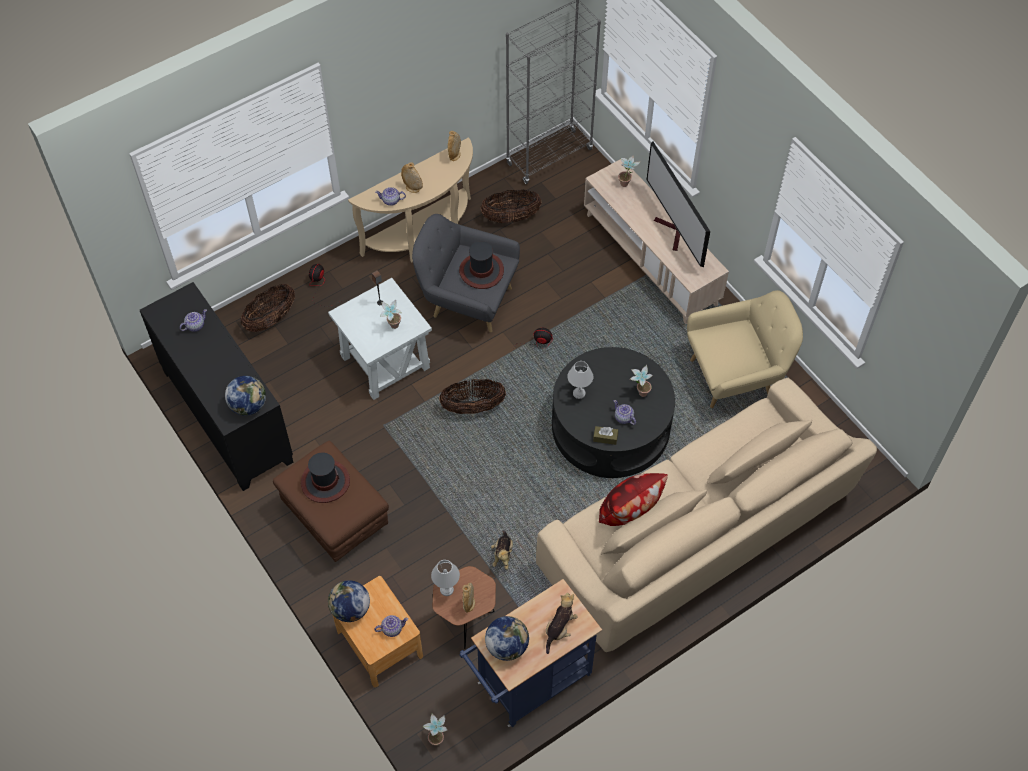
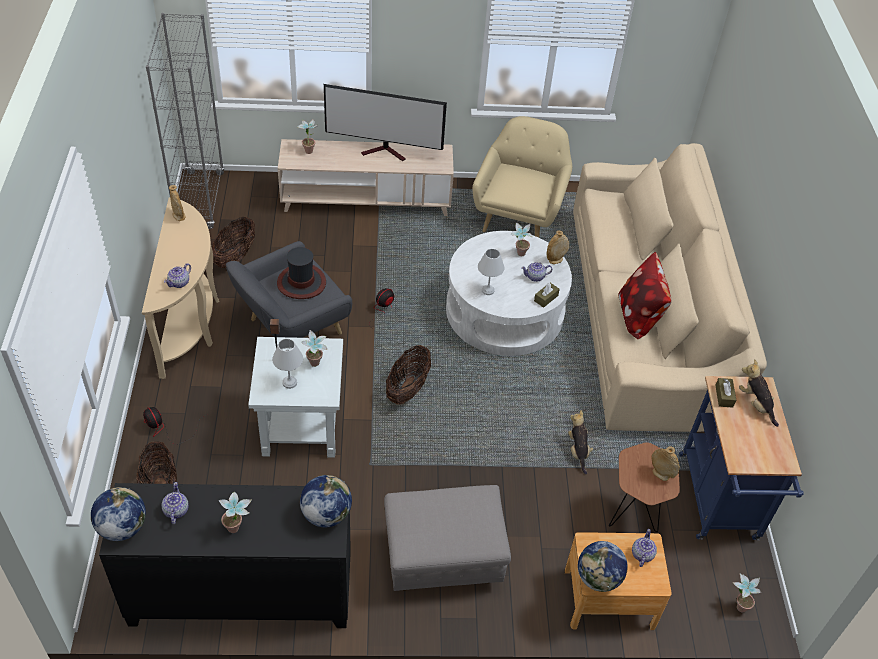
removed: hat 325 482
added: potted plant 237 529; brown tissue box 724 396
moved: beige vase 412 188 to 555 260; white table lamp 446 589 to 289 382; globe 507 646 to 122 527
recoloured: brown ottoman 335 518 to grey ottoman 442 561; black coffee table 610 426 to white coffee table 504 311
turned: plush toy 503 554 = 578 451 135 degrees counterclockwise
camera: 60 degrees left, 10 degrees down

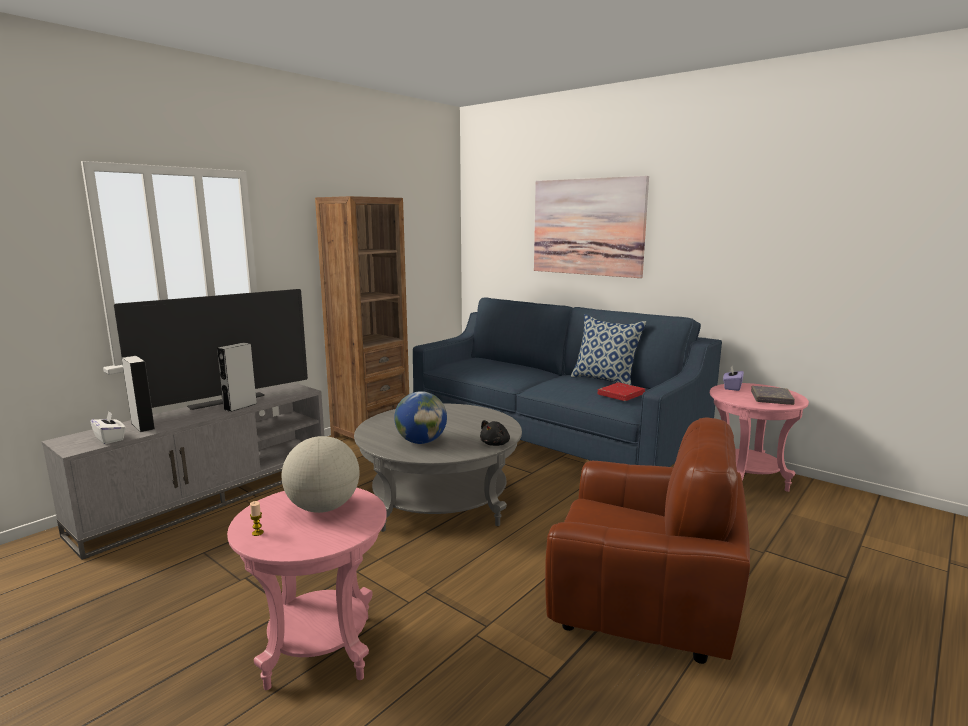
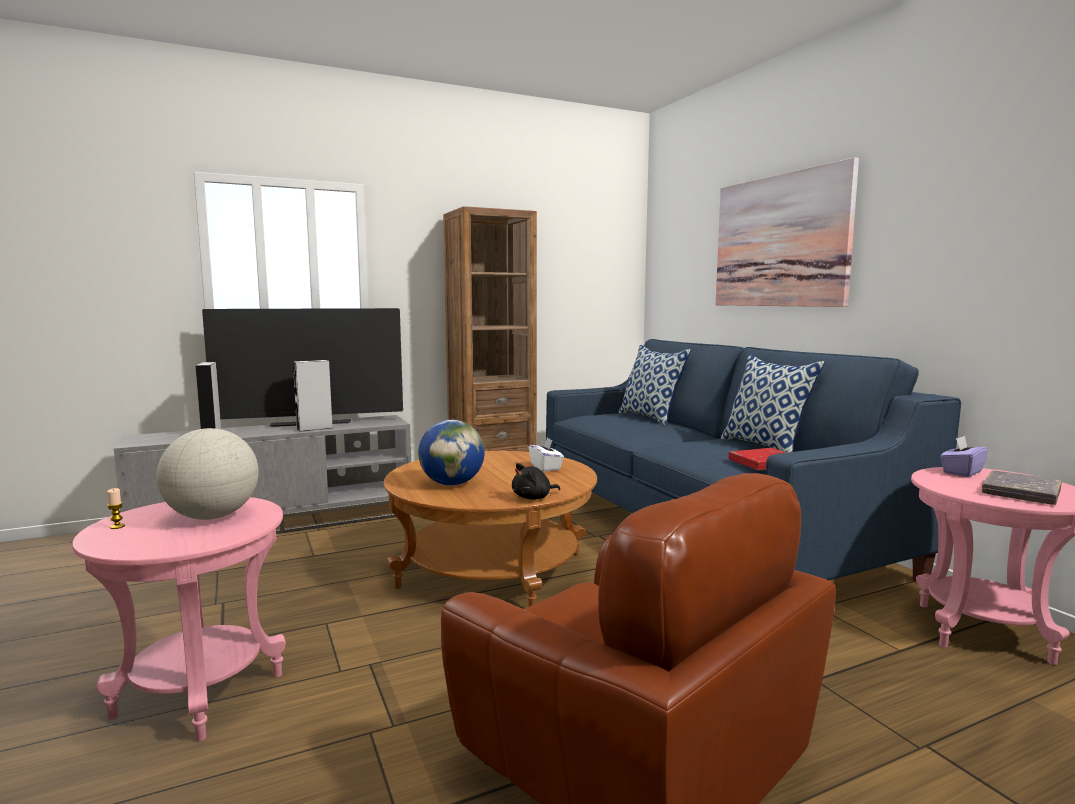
added: pillow 651 418
moved: white tissue box 110 438 to 546 467
recoloured: grey coffee table 440 501 to brown coffee table 493 570
camera: 25 degrees right, 5 degrees down

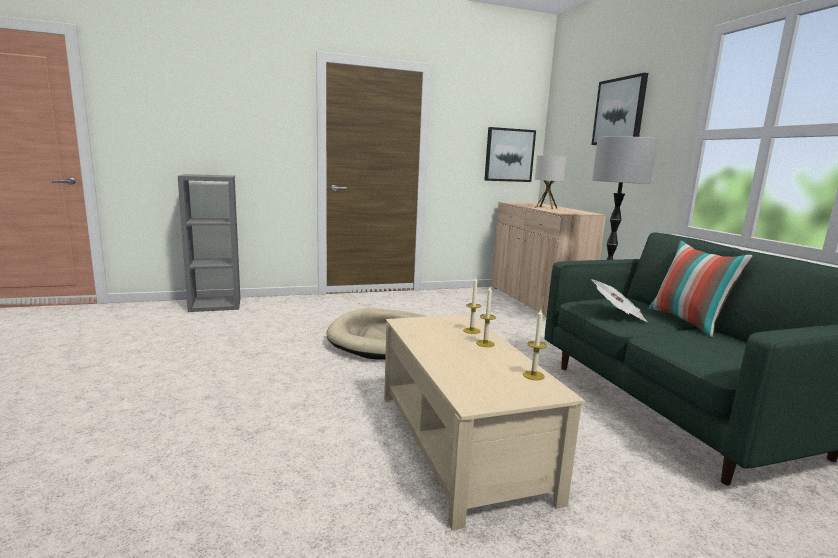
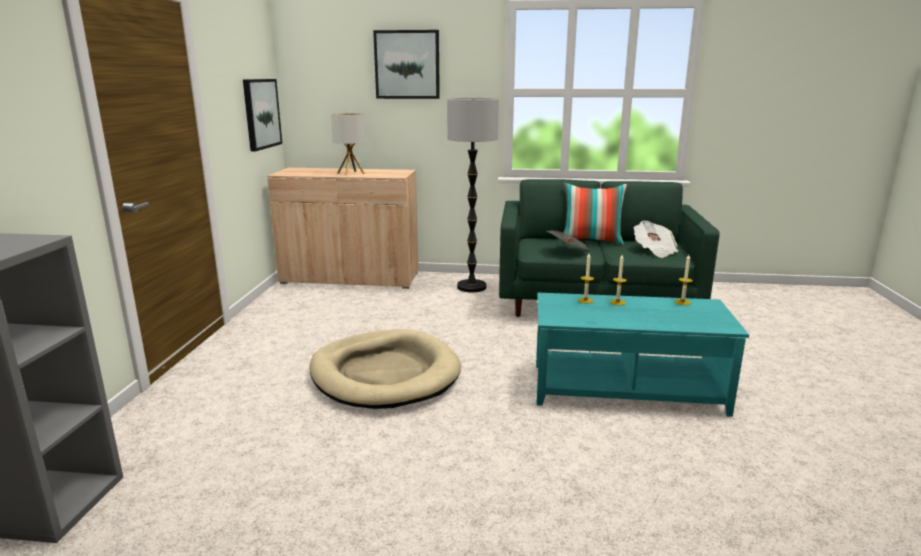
added: newspaper 654 251
recoloured: beige coffee table 462 443 to turquoise coffee table 626 387
camera: 65 degrees left, 5 degrees up

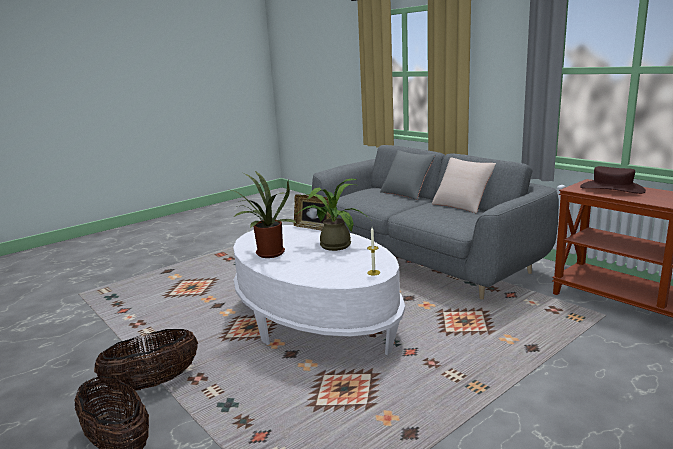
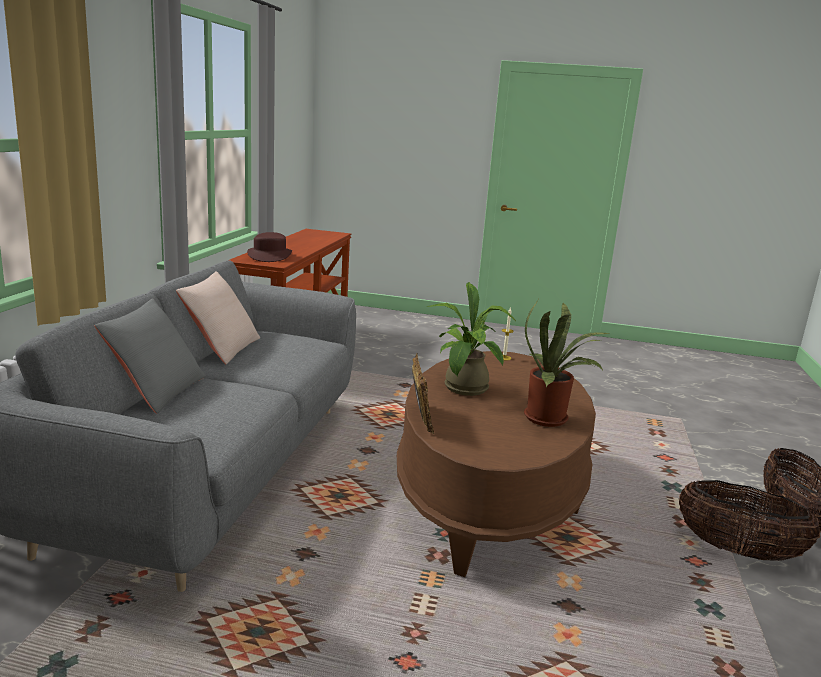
recoloured: white coffee table 315 321 to brown coffee table 489 496
camera: 130 degrees left, 0 degrees up

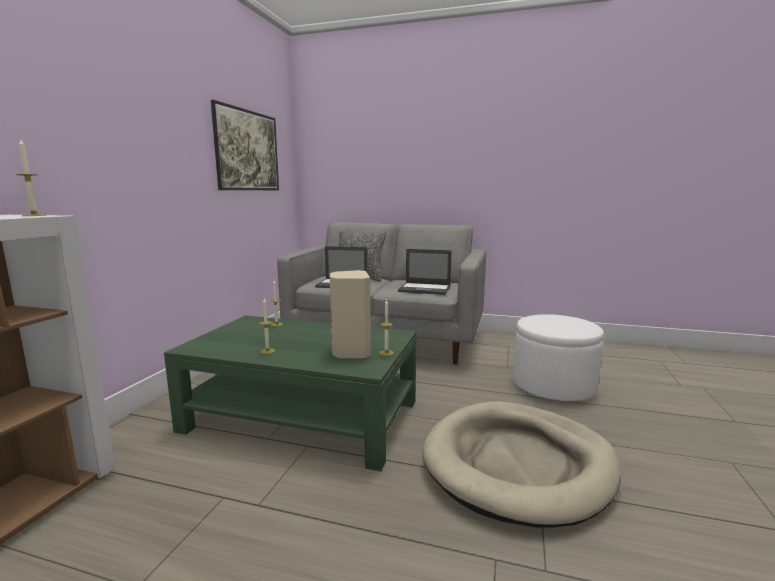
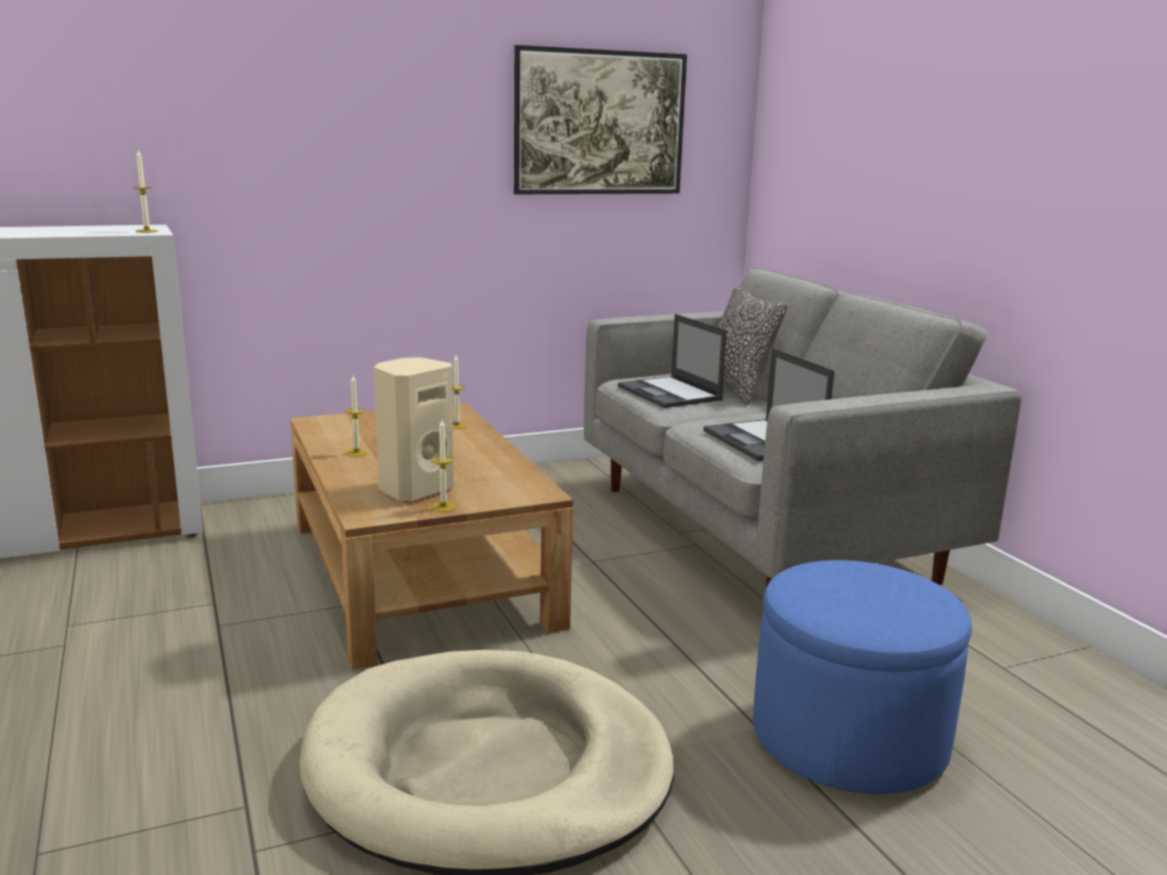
recoloured: green coffee table 303 416 to brown coffee table 420 573; white ottoman 553 385 to blue ottoman 848 739
camera: 50 degrees right, 5 degrees up

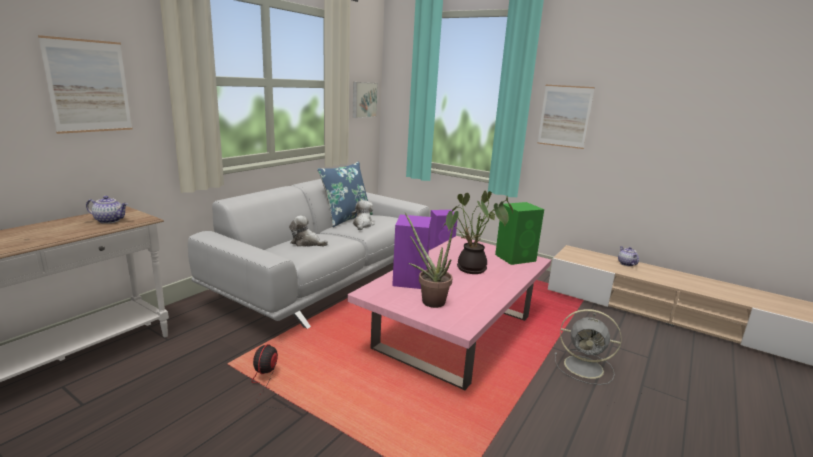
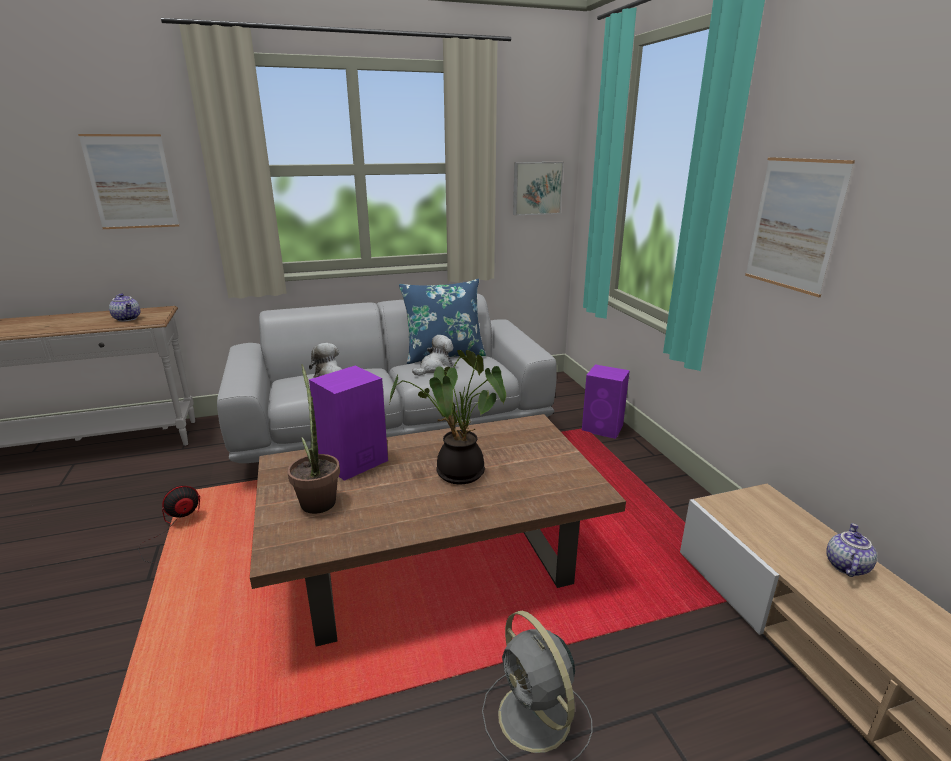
removed: green speaker 516 258
recoloured: pink coffee table 455 331 to brown coffee table 435 557
camera: 40 degrees right, 5 degrees up

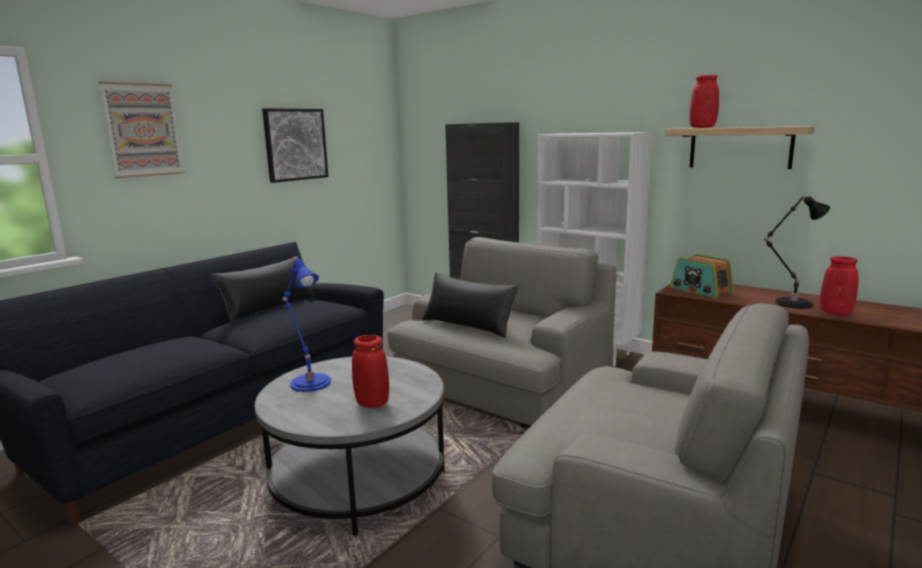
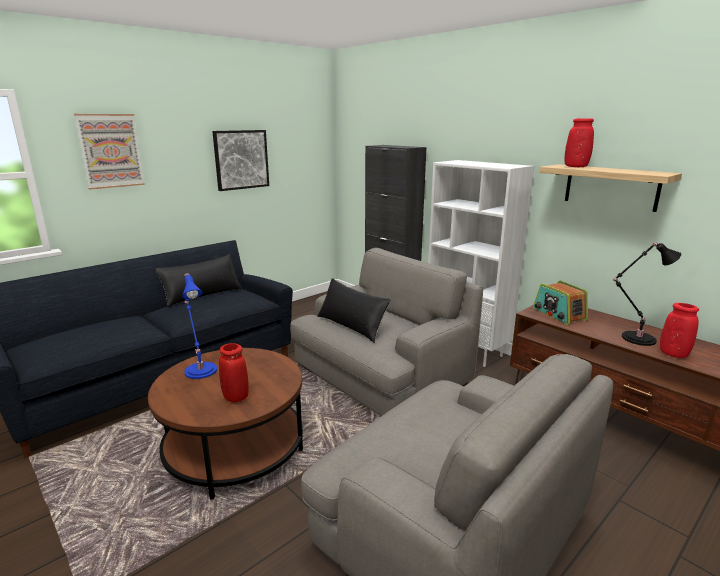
recoloured: grey coffee table 358 479 to brown coffee table 235 448
camera: 10 degrees right, 5 degrees up

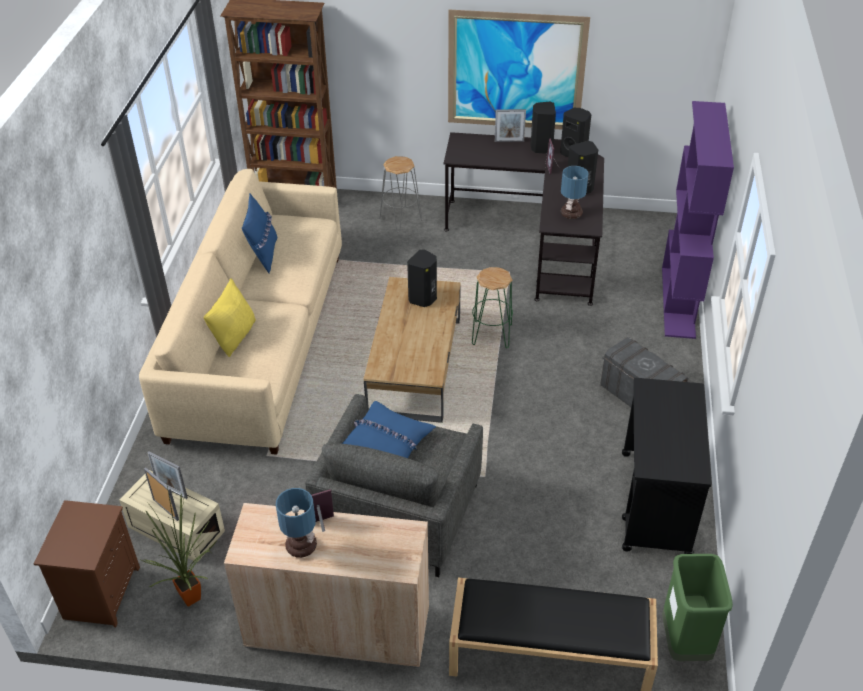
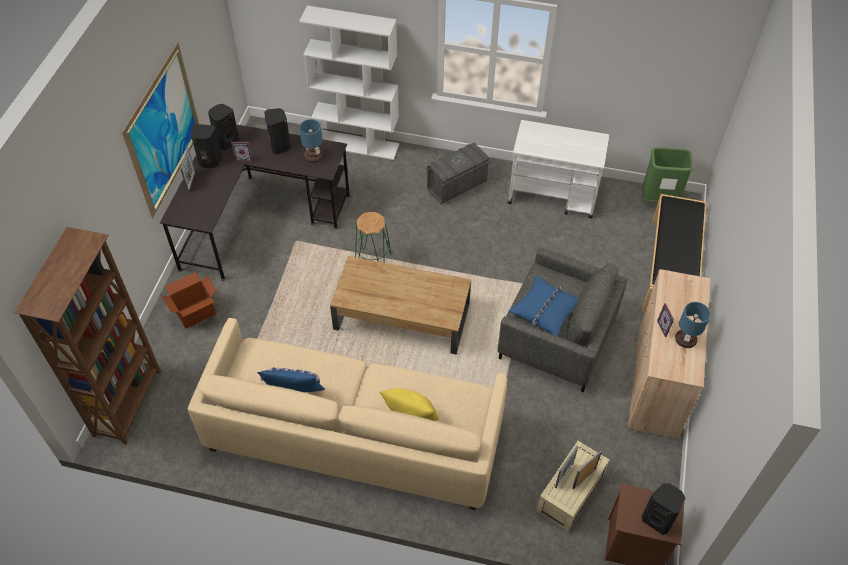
removed: potted plant 194 597
moved: black speaker 423 299 to 658 519
replaced: grey stool 401 219 to cardboard box 195 312
recoloured: black cart 655 504 to white cart 553 196; purple bookcase 678 302 to white bookcase 357 144
camera: 85 degrees left, 10 degrees up

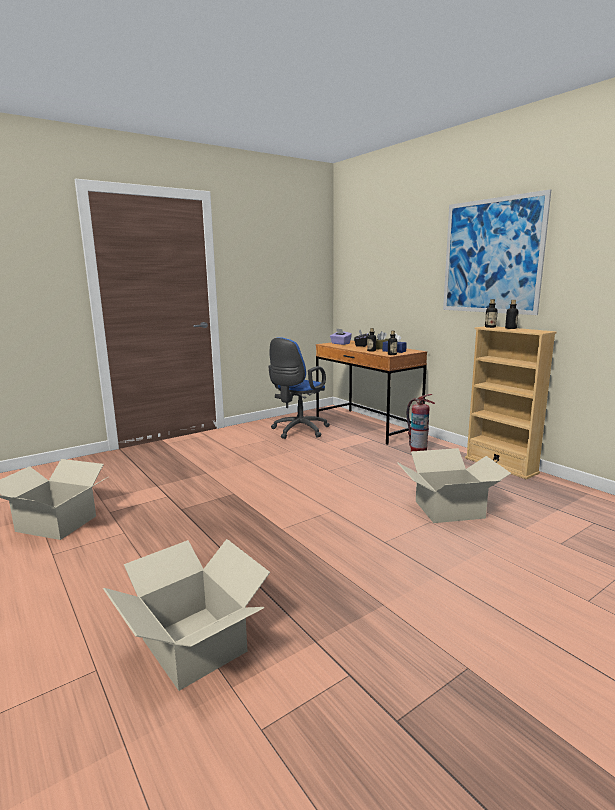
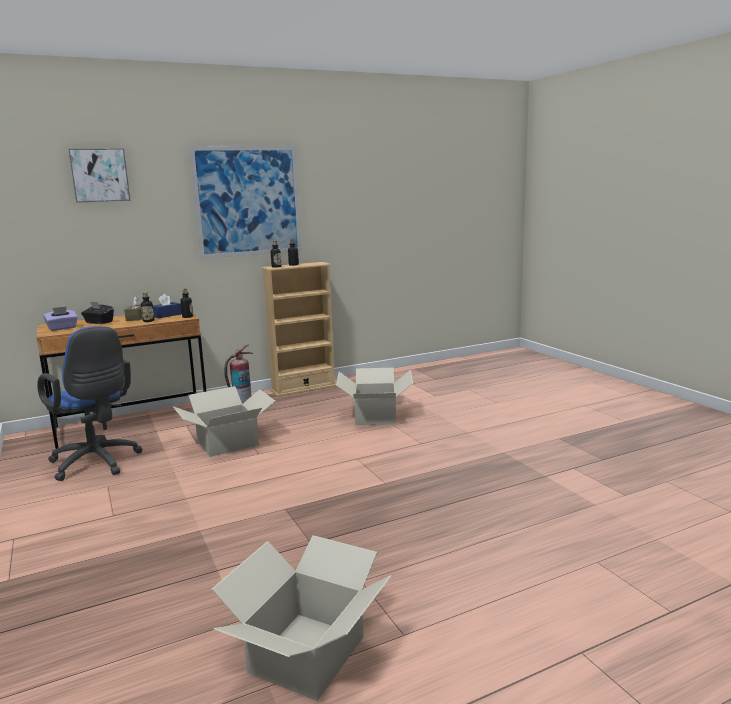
added: picture 100 175
moved: cardboard box 193 646 to 228 443
camera: 80 degrees left, 0 degrees up

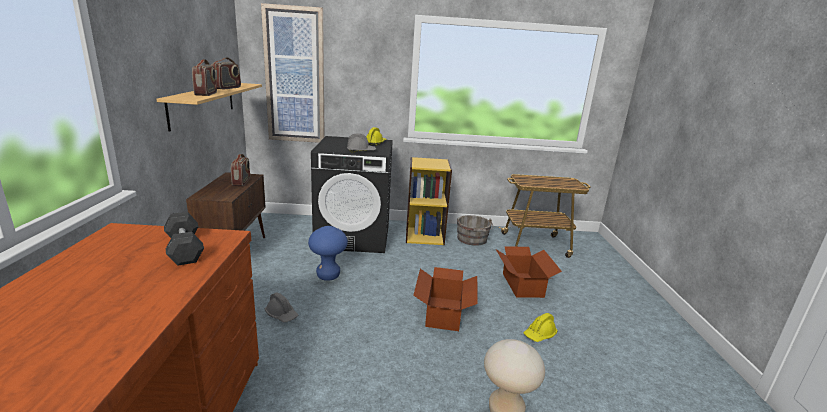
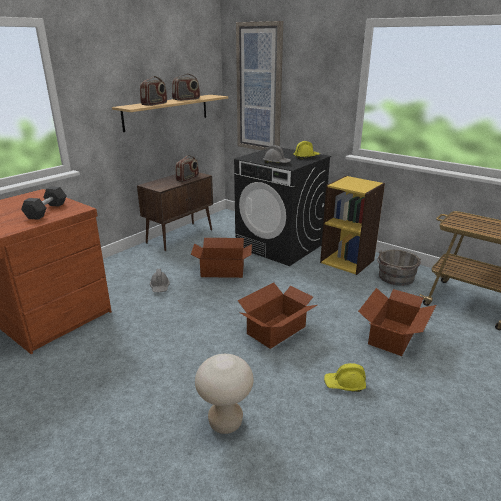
replaced: blue stool 328 276 to cardboard box 222 270
camera: 40 degrees right, 5 degrees up

